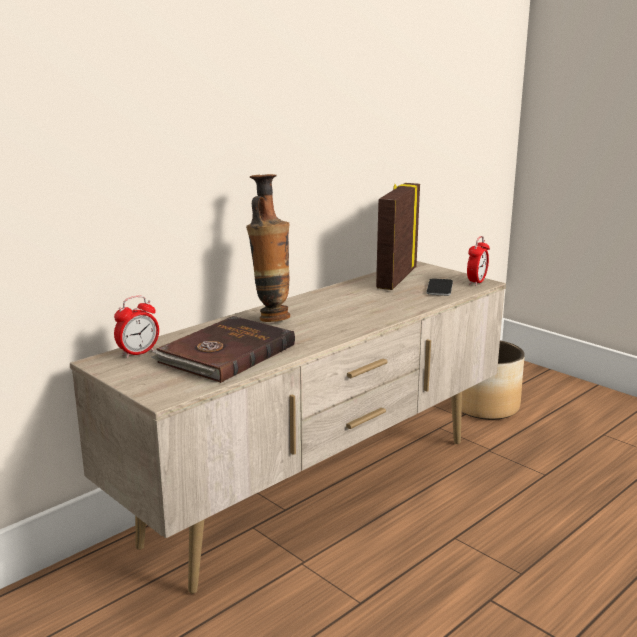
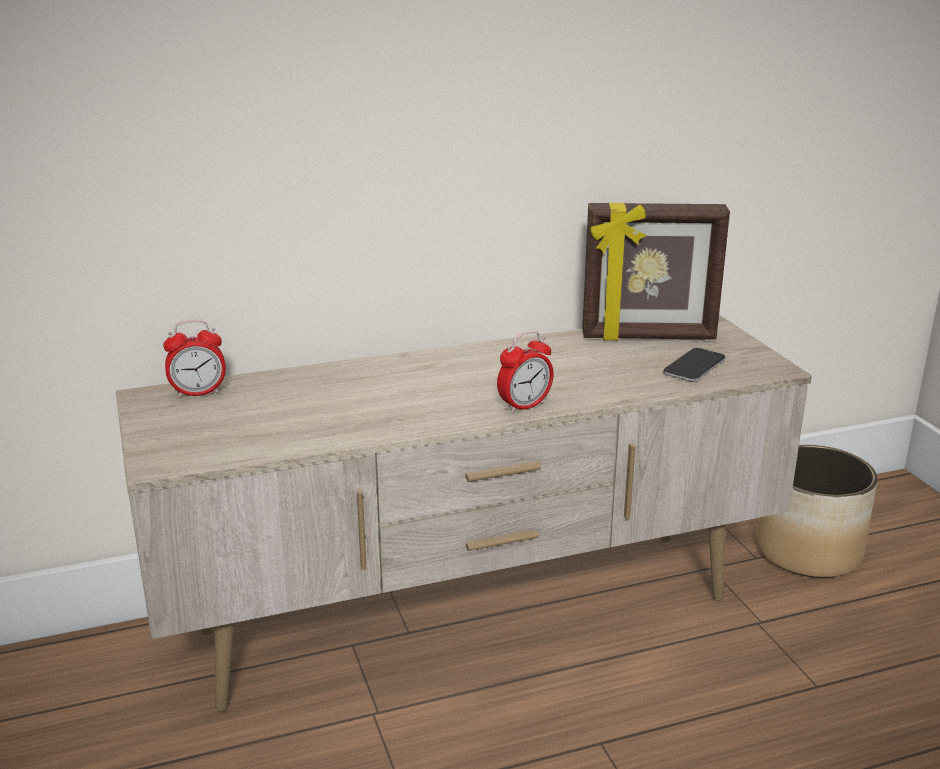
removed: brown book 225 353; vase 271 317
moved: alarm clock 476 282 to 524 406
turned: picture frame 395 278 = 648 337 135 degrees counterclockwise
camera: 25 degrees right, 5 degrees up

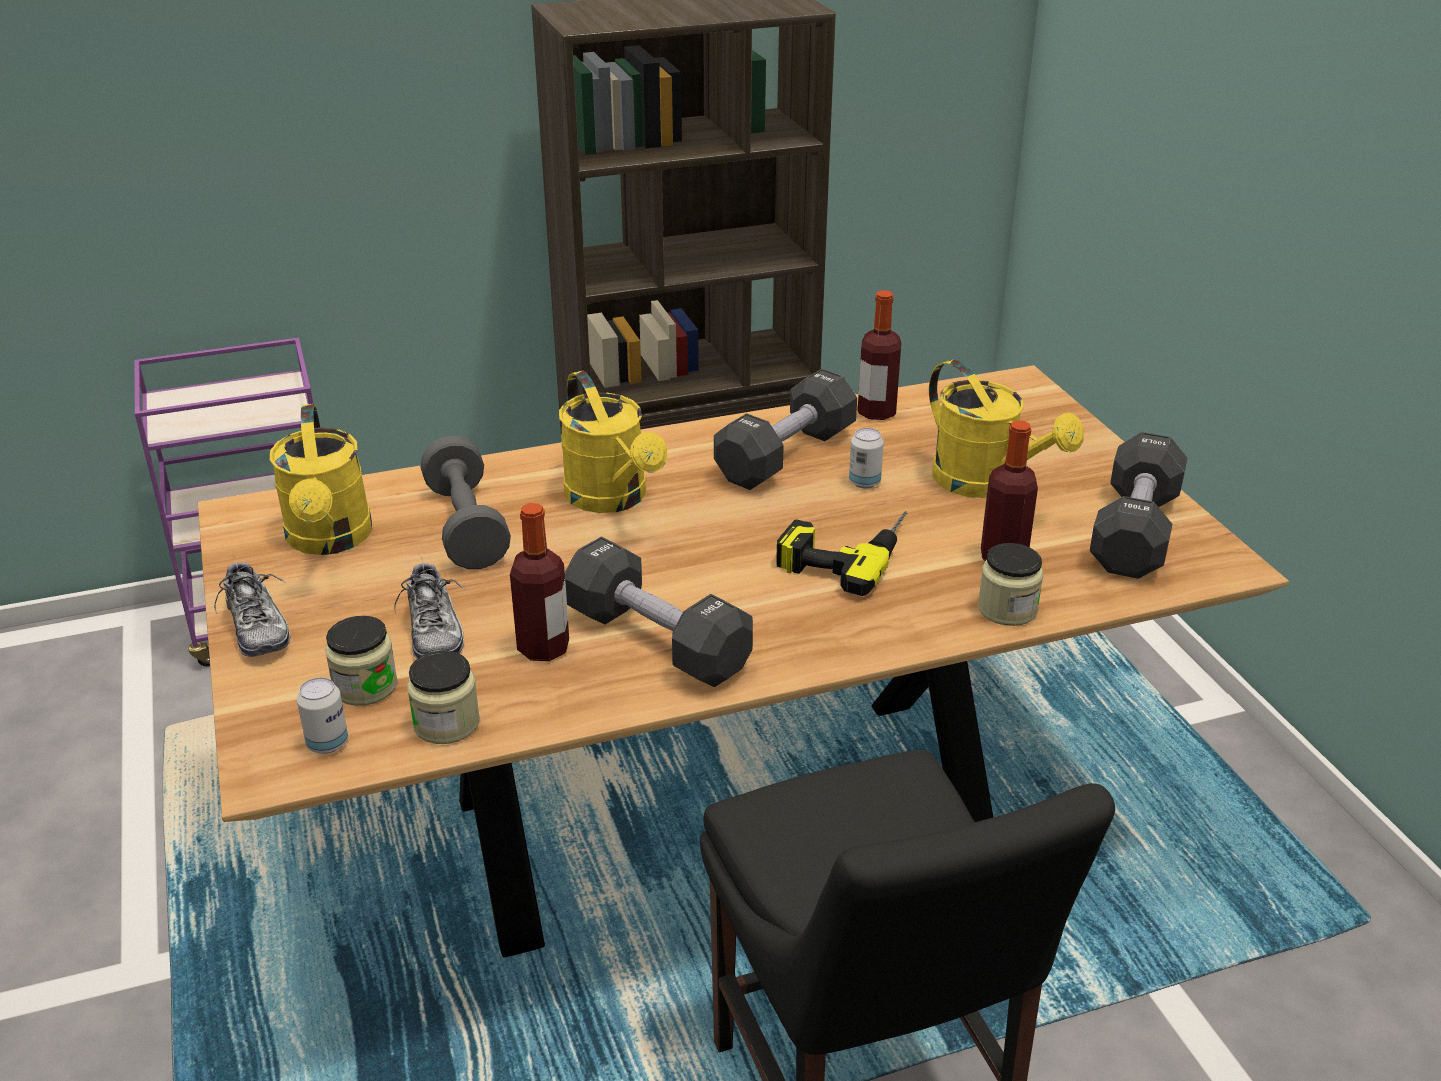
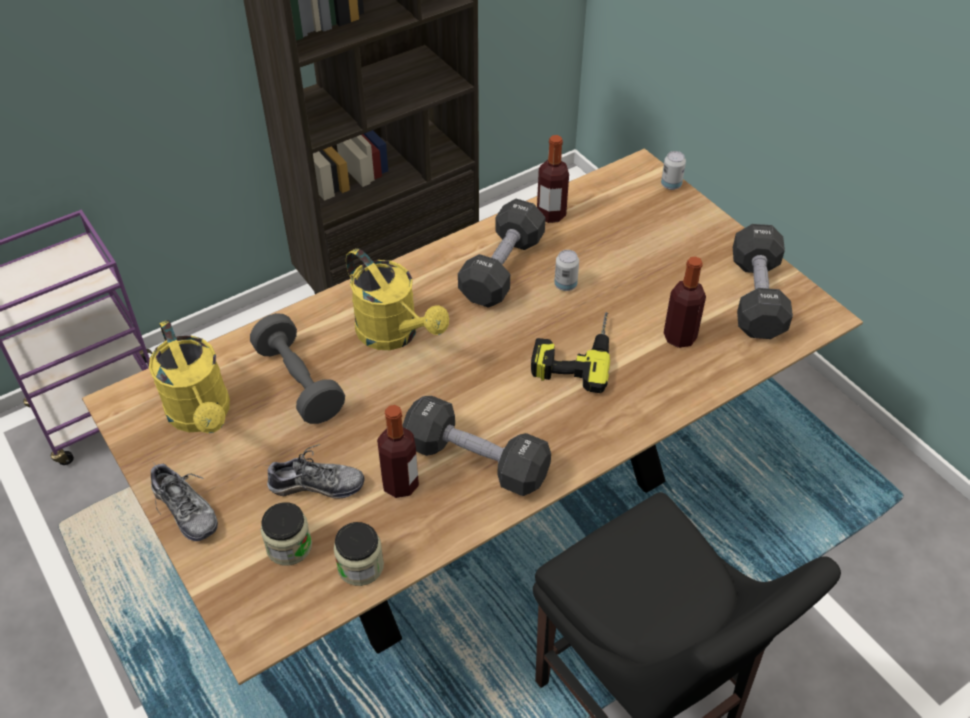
removed: yellow watering can 987 483; jar 1007 609
moved: can 327 744 to 671 185
turned: shoe 434 631 = 316 485 60 degrees counterclockwise
camera: 15 degrees left, 15 degrees up

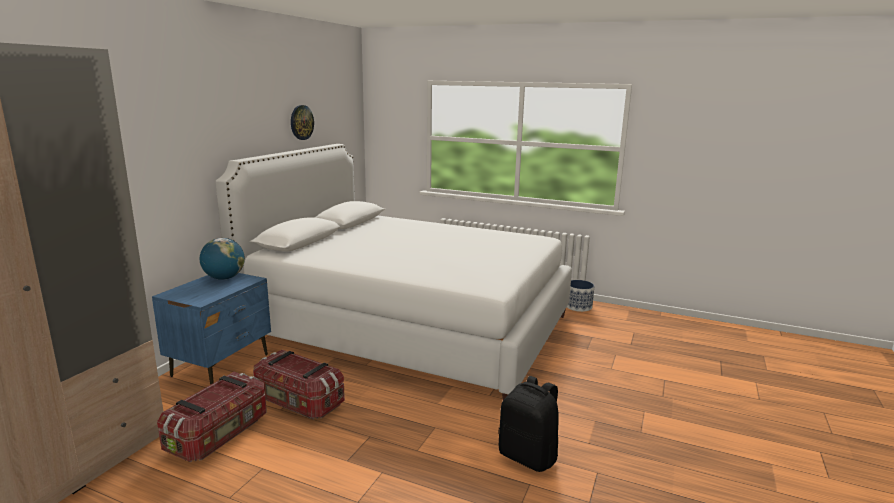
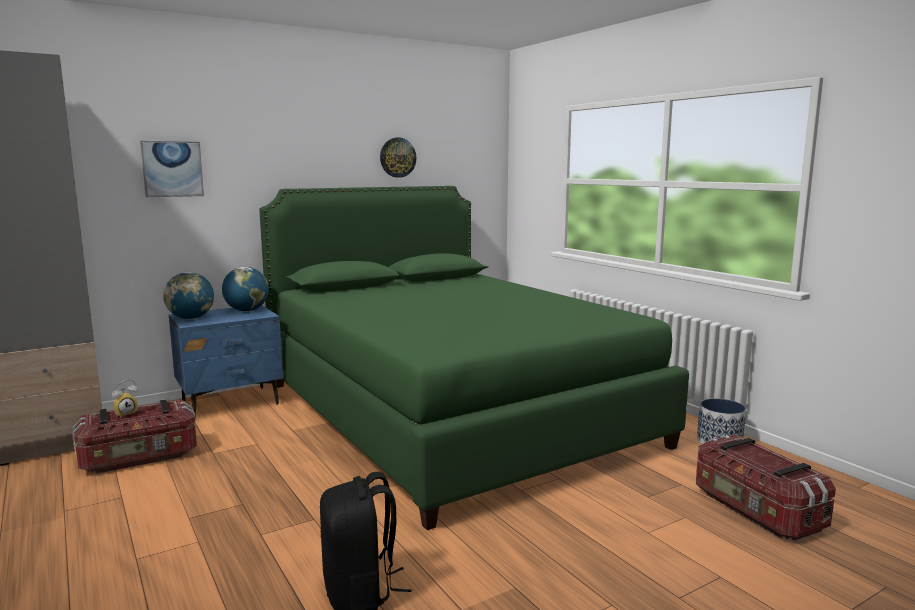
added: alarm clock 126 413; picture 172 169; globe 191 318
moved: storage box 298 402 to 755 510
recoloured: white bed 410 327 to green bed 450 413
camera: 35 degrees right, 5 degrees down

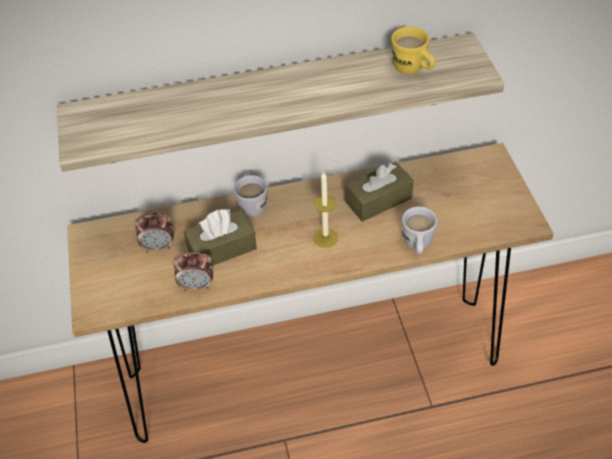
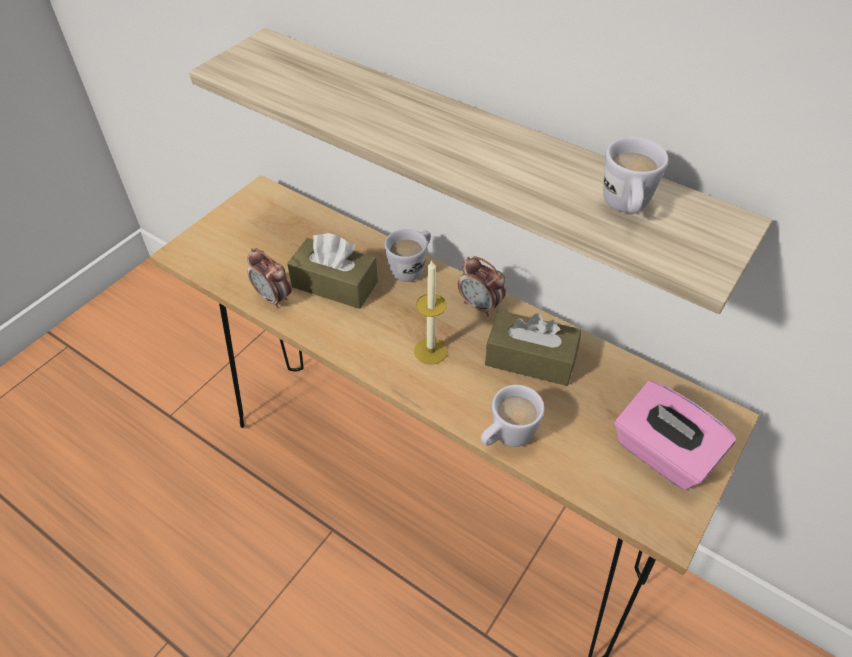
added: pink tissue box 662 453
moved: alarm clock 159 246 to 480 306
recoloured: yellow mug 413 70 to white mug 625 208
camera: 45 degrees right, 0 degrees up

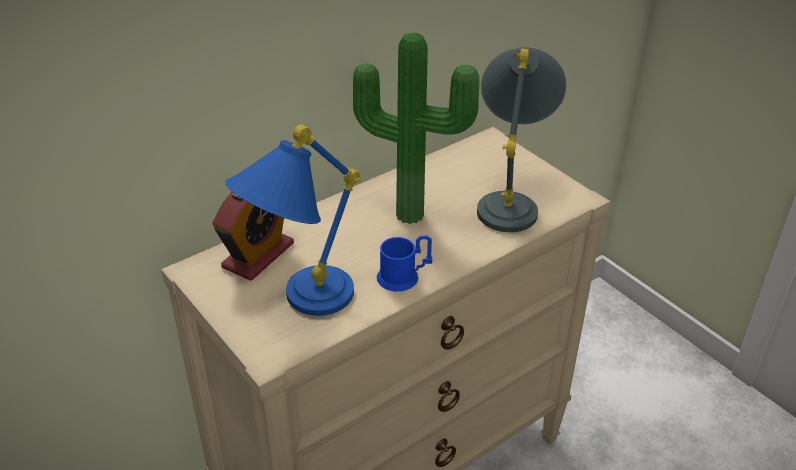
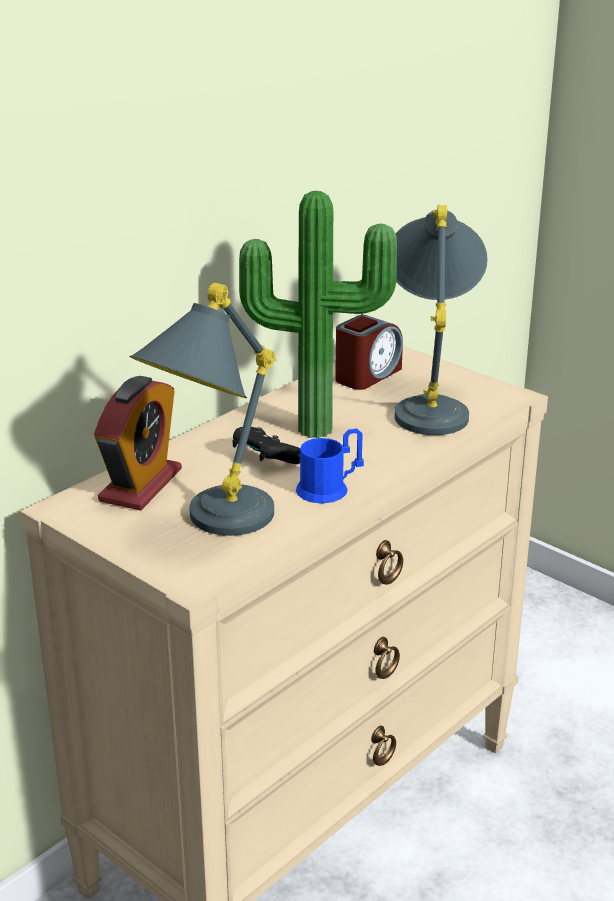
added: black game controller 265 458; alarm clock 367 375
recoloured: blue table lamp 299 304 to grey table lamp 210 527
camera: 10 degrees left, 10 degrees down

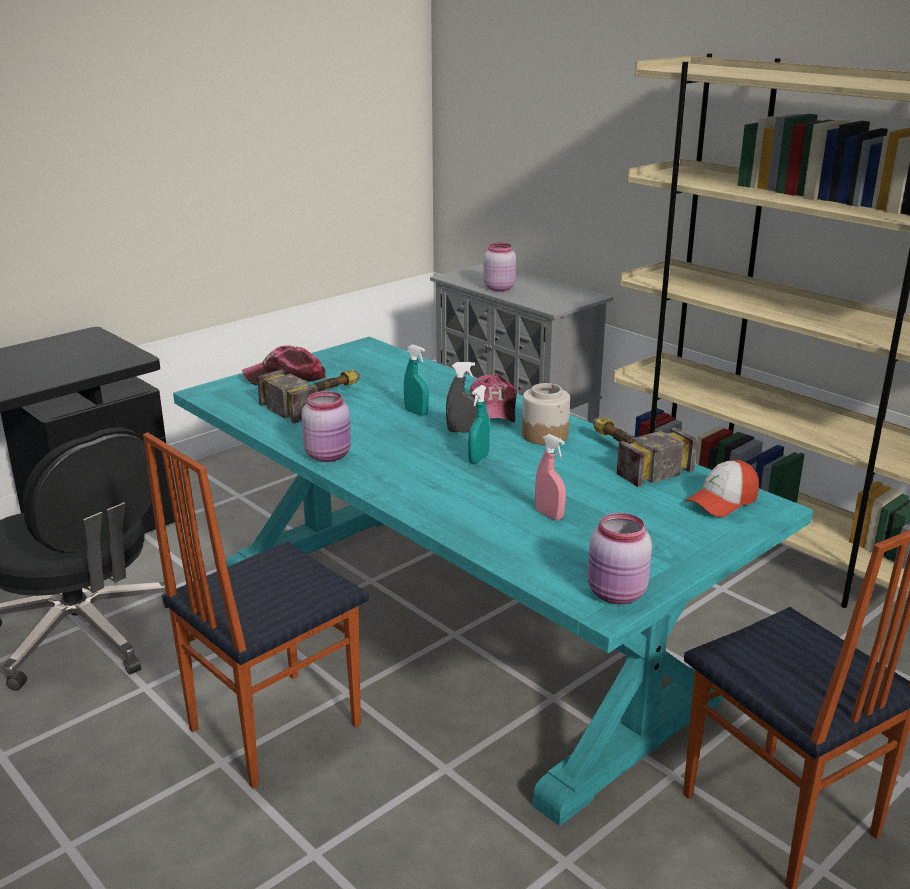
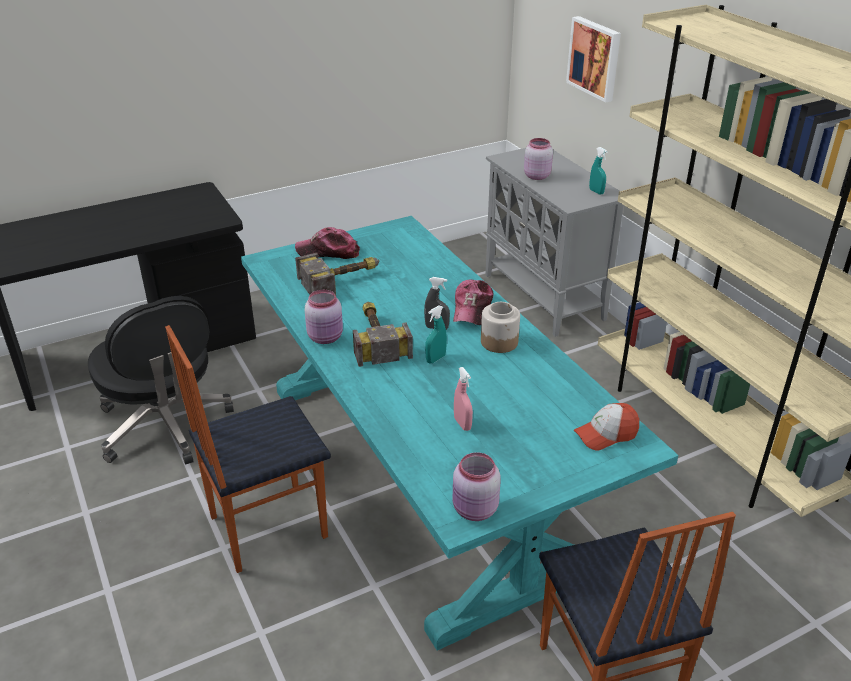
added: picture 595 58
moved: turquoise spray bottle 416 412 to 596 192; hammer 628 456 to 376 337
camera: 15 degrees right, 10 degrees up

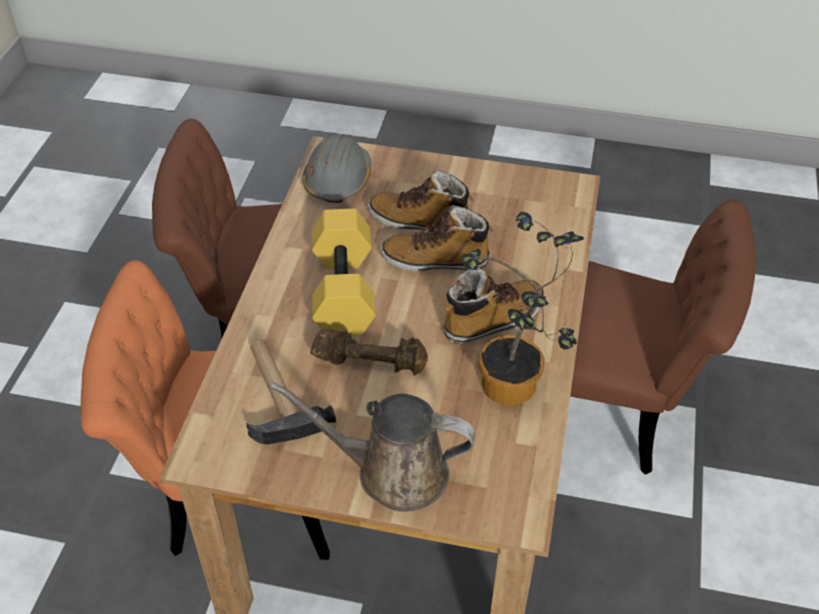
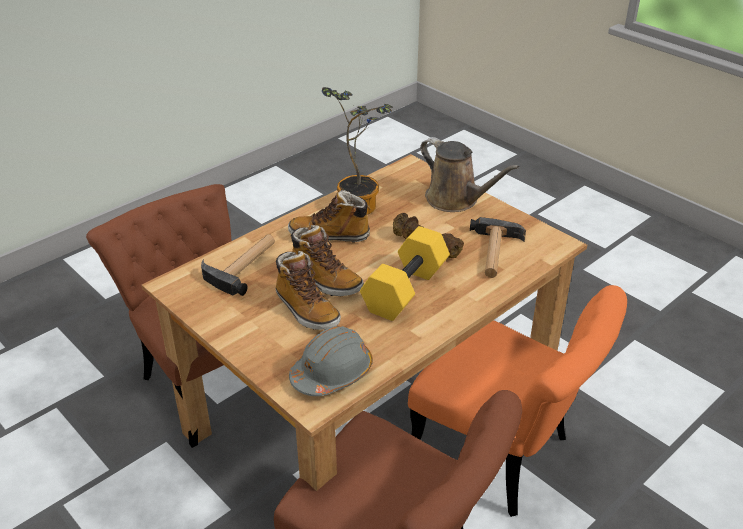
added: hammer 244 265
camera: 145 degrees left, 10 degrees down

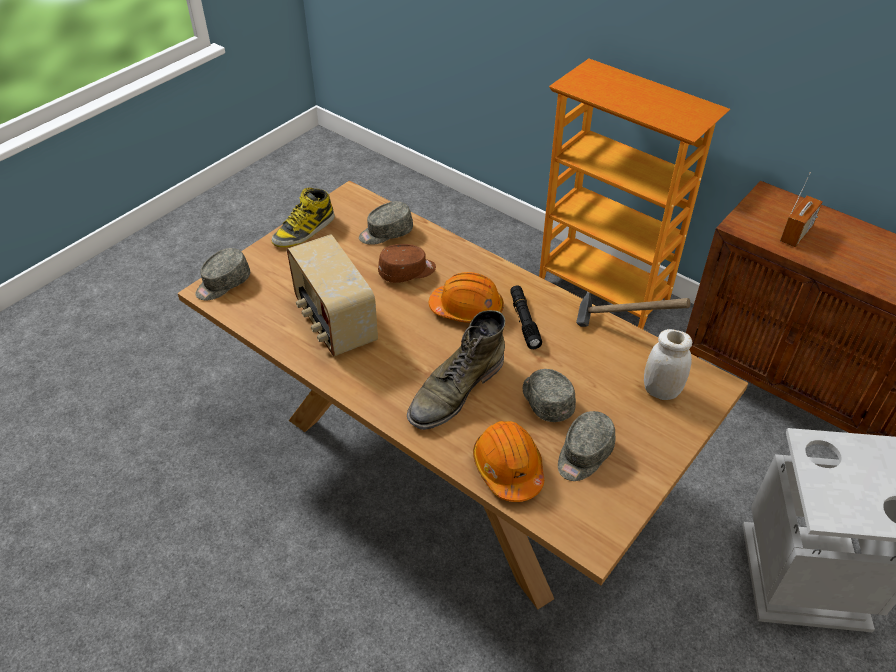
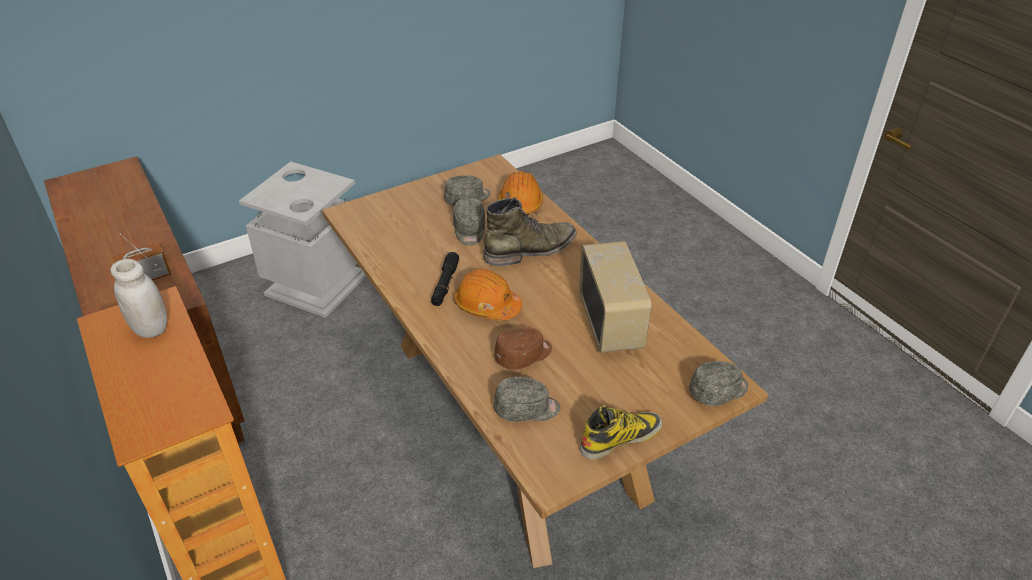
removed: hammer 621 331
moved: white jar 661 391 to 151 328
turned: brown cap 407 272 = 524 355 150 degrees clockwise
camera: 160 degrees left, 5 degrees down

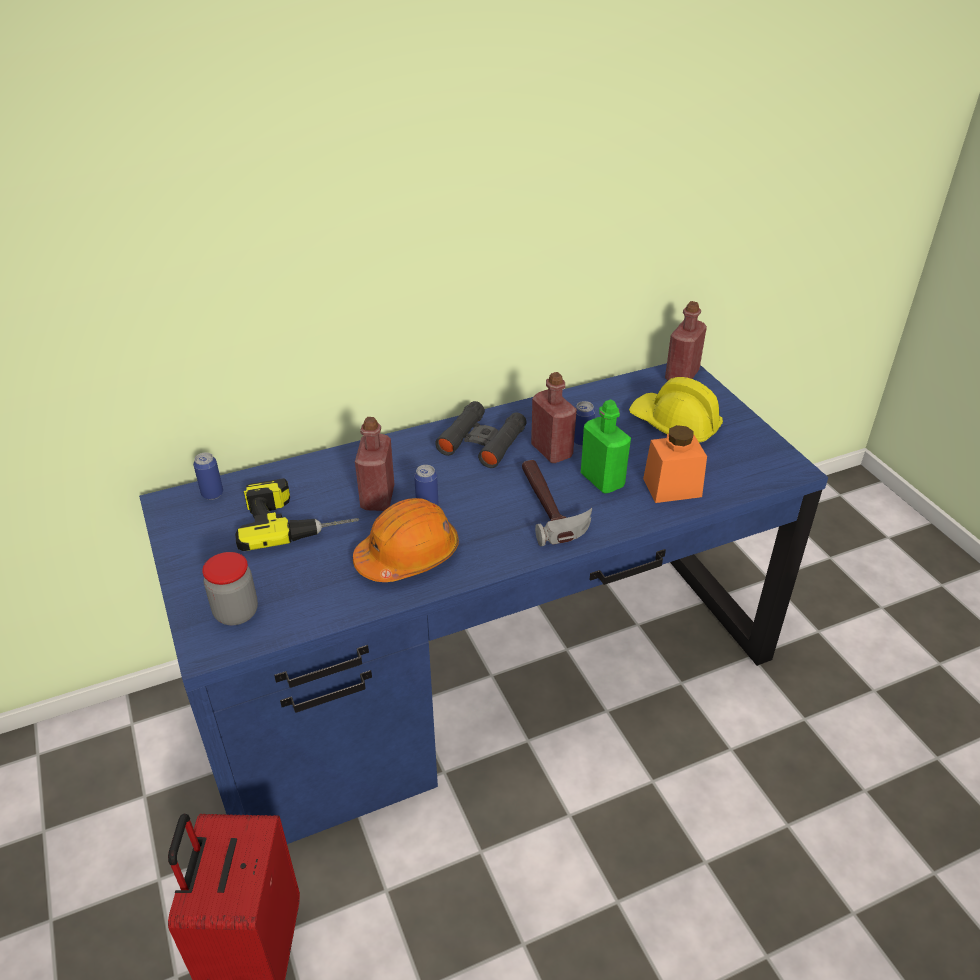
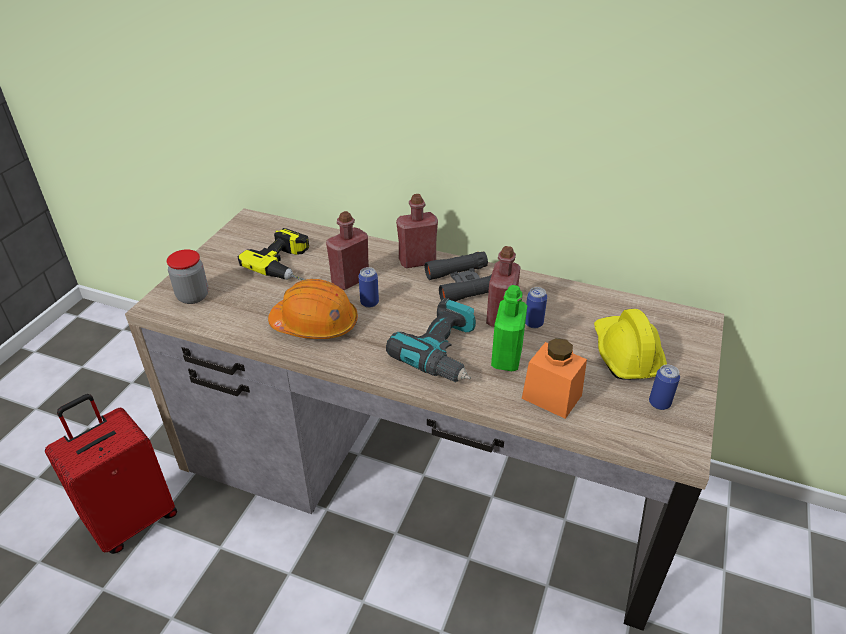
moved: can 212 494 to 659 403; red bottle 681 375 to 417 261
replaced: hammer 551 507 to power drill 443 352
recoloured: blue desk 488 671 to brown desk 423 470
camera: 45 degrees right, 0 degrees up

